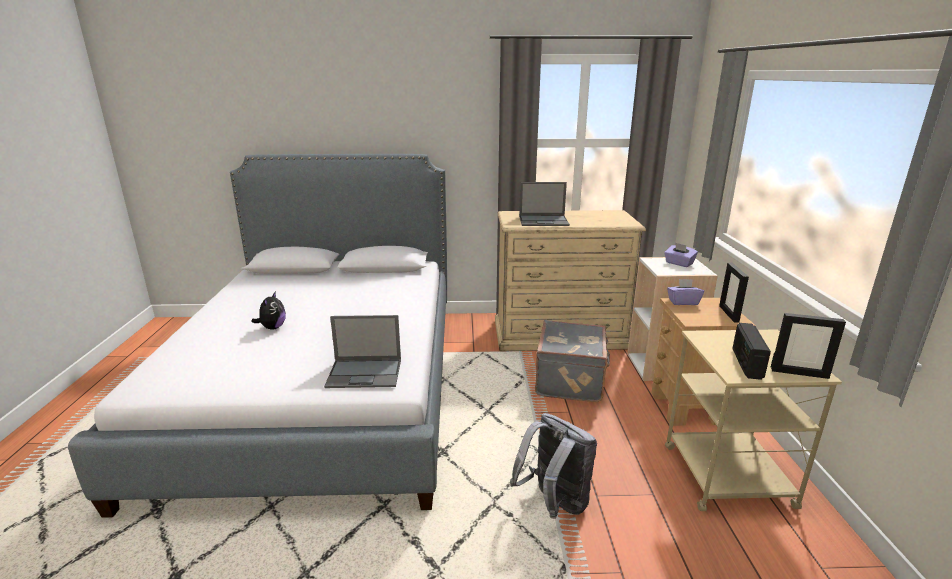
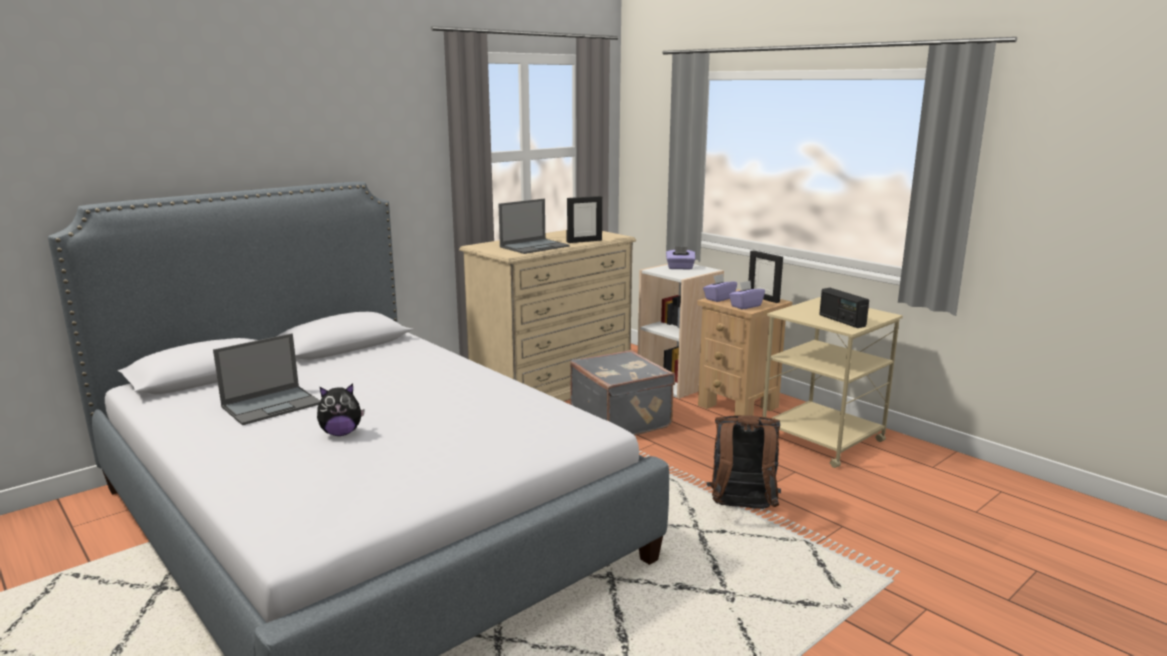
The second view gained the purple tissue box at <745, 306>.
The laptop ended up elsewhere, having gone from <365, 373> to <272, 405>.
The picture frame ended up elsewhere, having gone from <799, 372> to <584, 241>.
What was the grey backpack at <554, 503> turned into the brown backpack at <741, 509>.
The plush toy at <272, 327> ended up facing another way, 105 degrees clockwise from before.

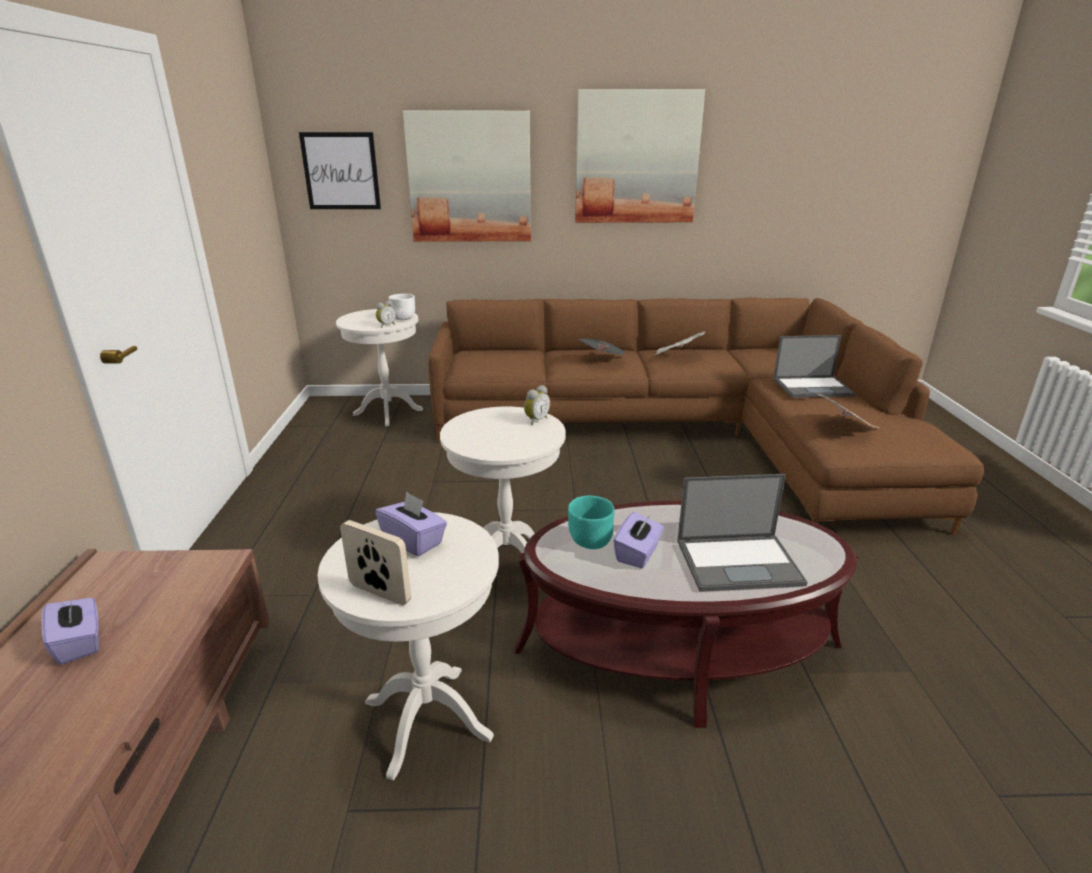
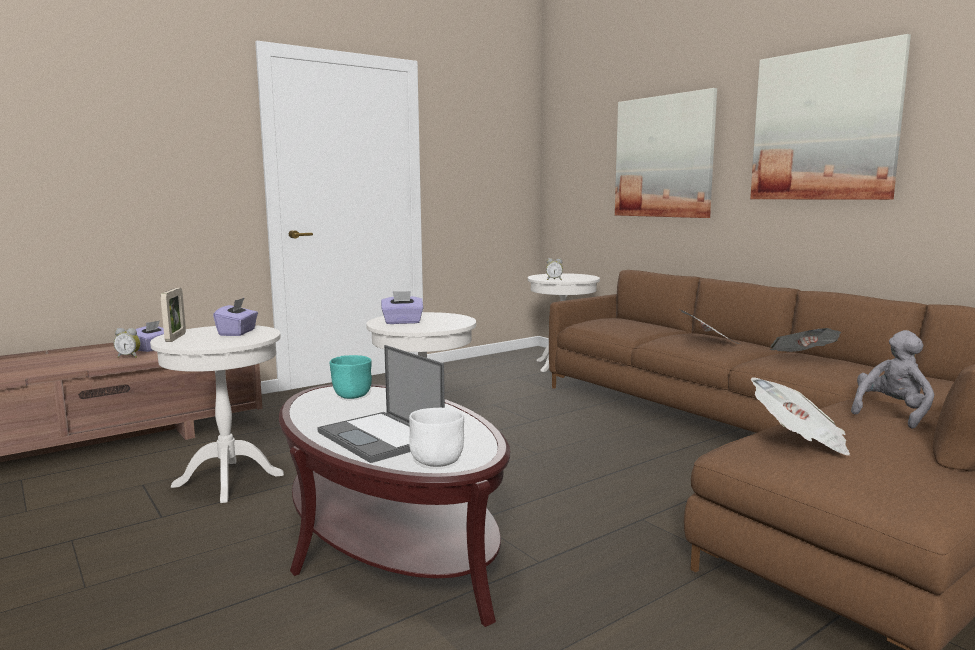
The second view lost the picture at <341, 171>.
The white bowl ended up elsewhere, having gone from <404, 319> to <437, 463>.
The alarm clock ended up elsewhere, having gone from <536, 420> to <129, 356>.
The purple tissue box ended up elsewhere, having gone from <638, 554> to <402, 322>.
Where the laptop stood at <813, 387>, the grey plush toy came to stand at <891, 413>.

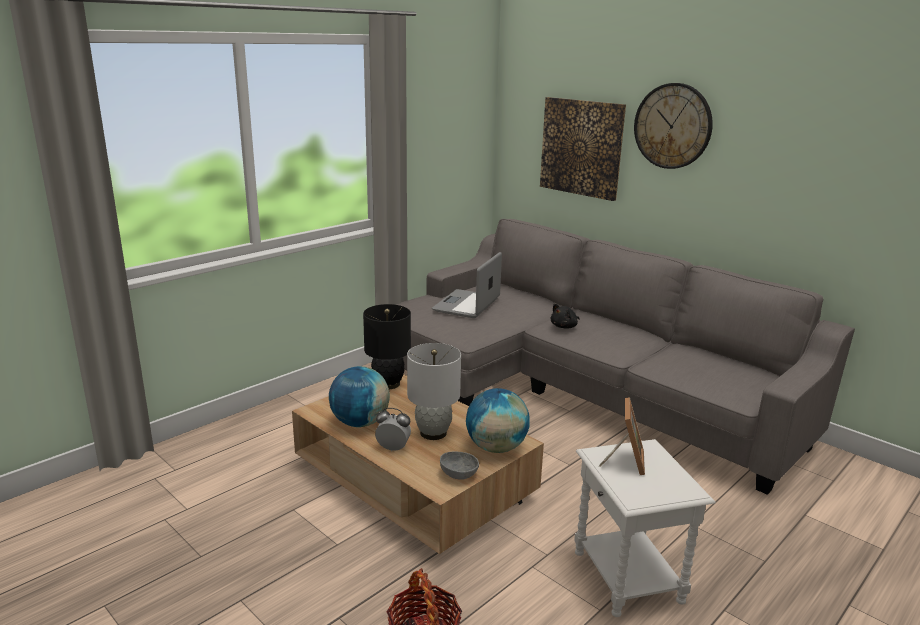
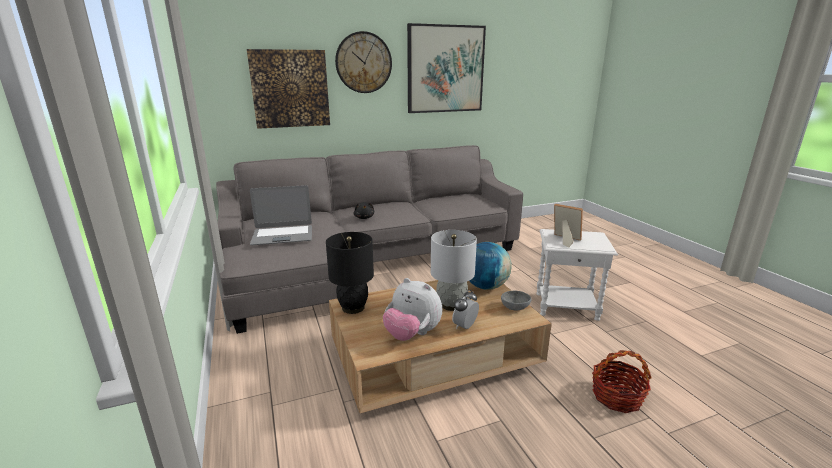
The second view gained the picture at <445, 69>.
Where the globe stood at <360, 423>, the plush toy came to stand at <412, 334>.
The laptop at <467, 305> ended up facing another way, 60 degrees counterclockwise from before.

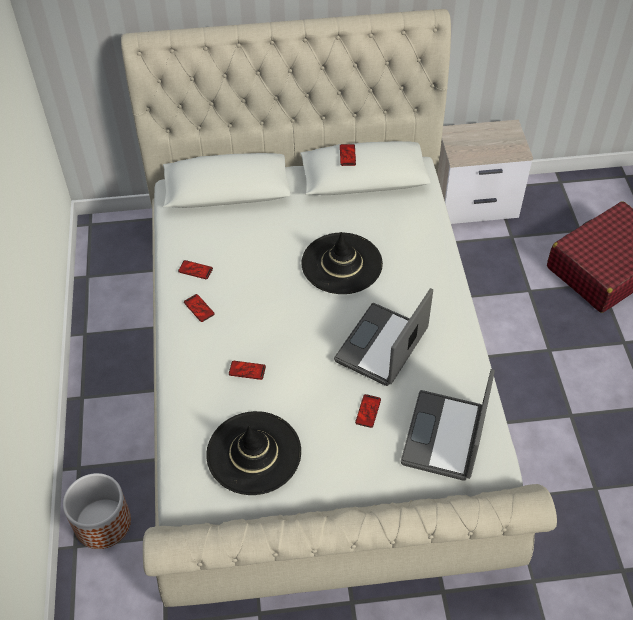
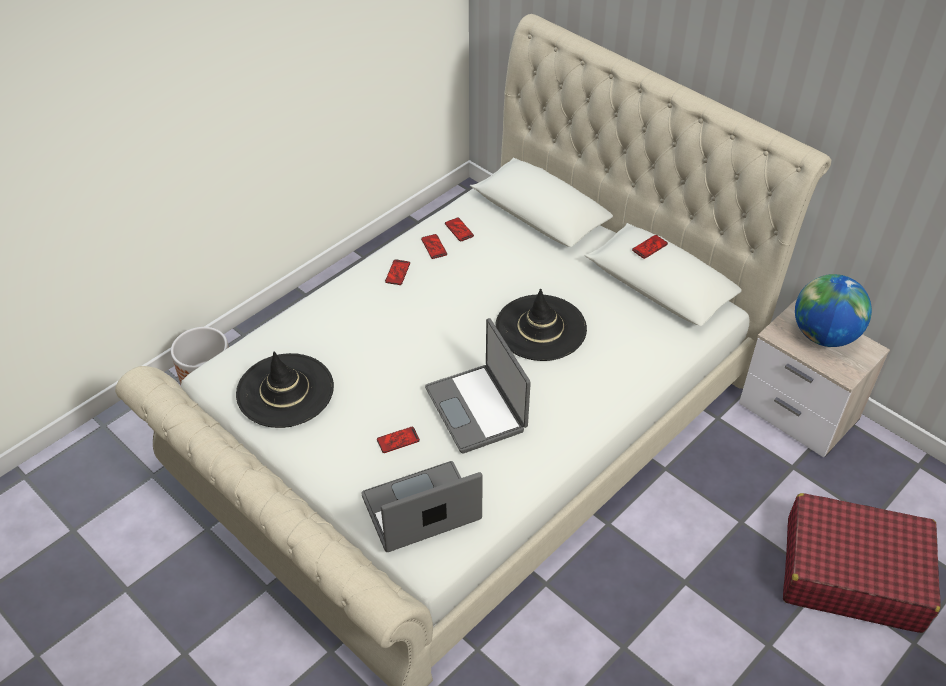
The second view gained the globe at <823, 335>.
The phone ended up elsewhere, having gone from <247, 370> to <459, 230>.
The laptop at <383, 346> ended up facing another way, 105 degrees counterclockwise from before.

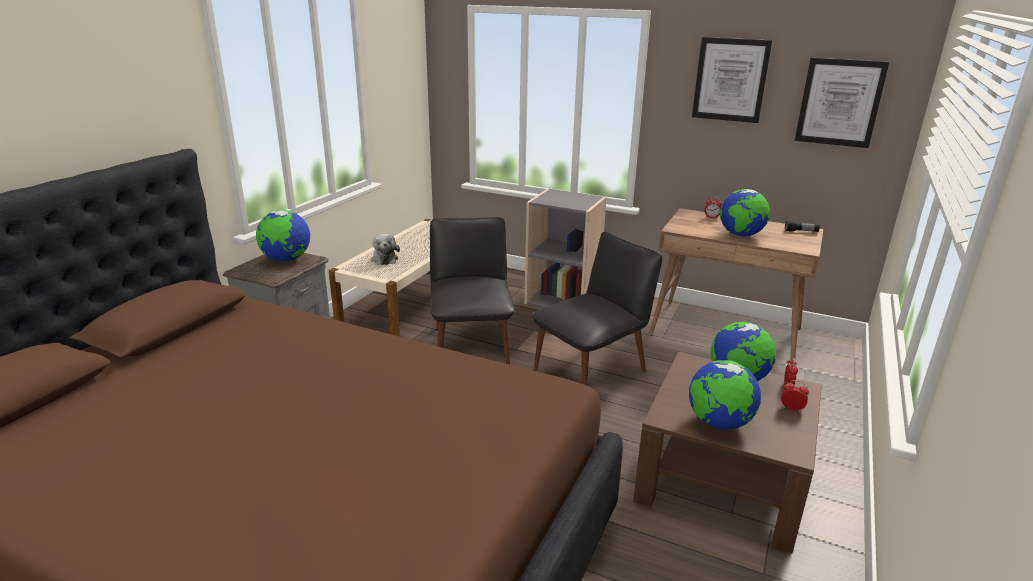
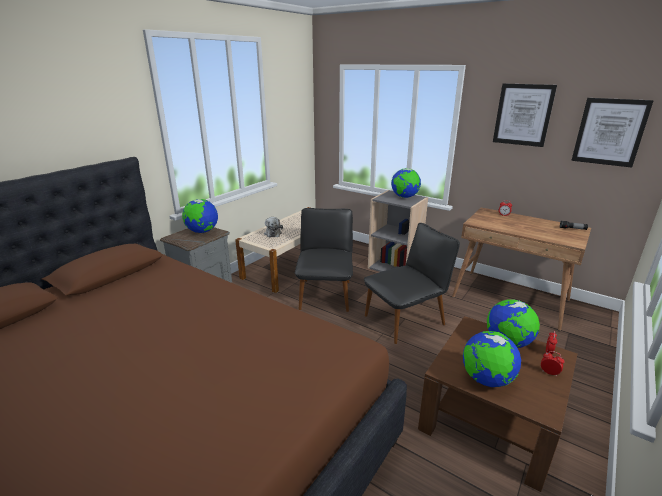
The globe ended up elsewhere, having gone from <740, 235> to <404, 197>.

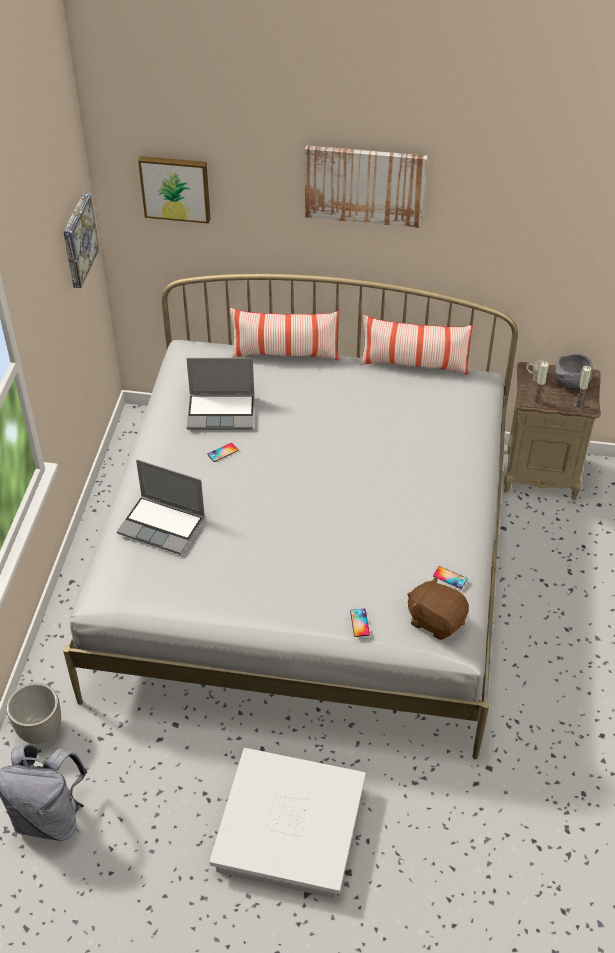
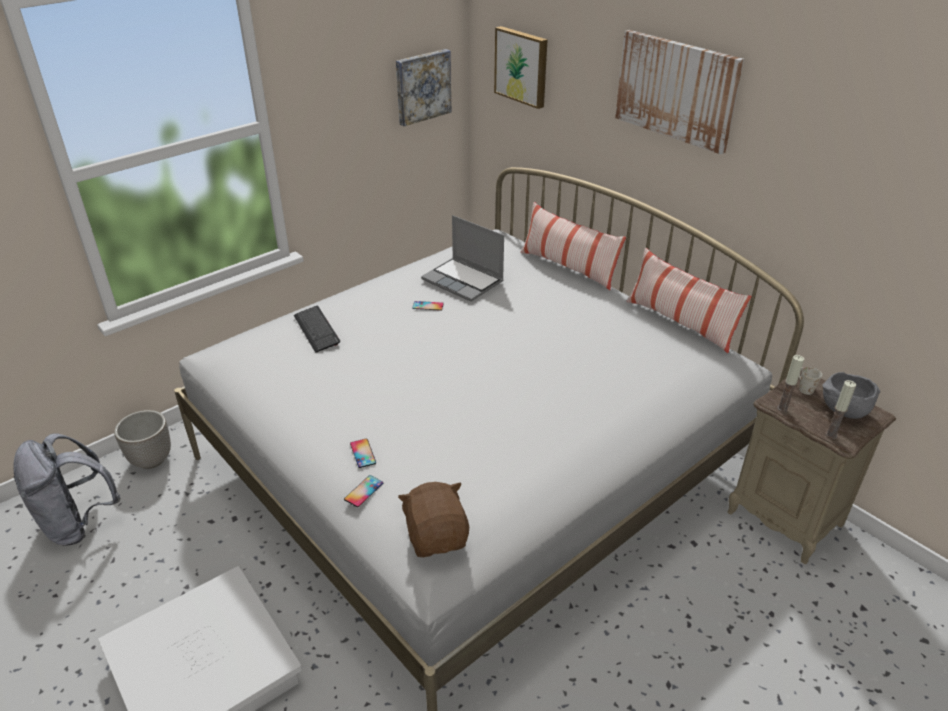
The phone ended up elsewhere, having gone from <450, 577> to <363, 453>.
Where the laptop stood at <163, 525>, the keyboard came to stand at <316, 330>.

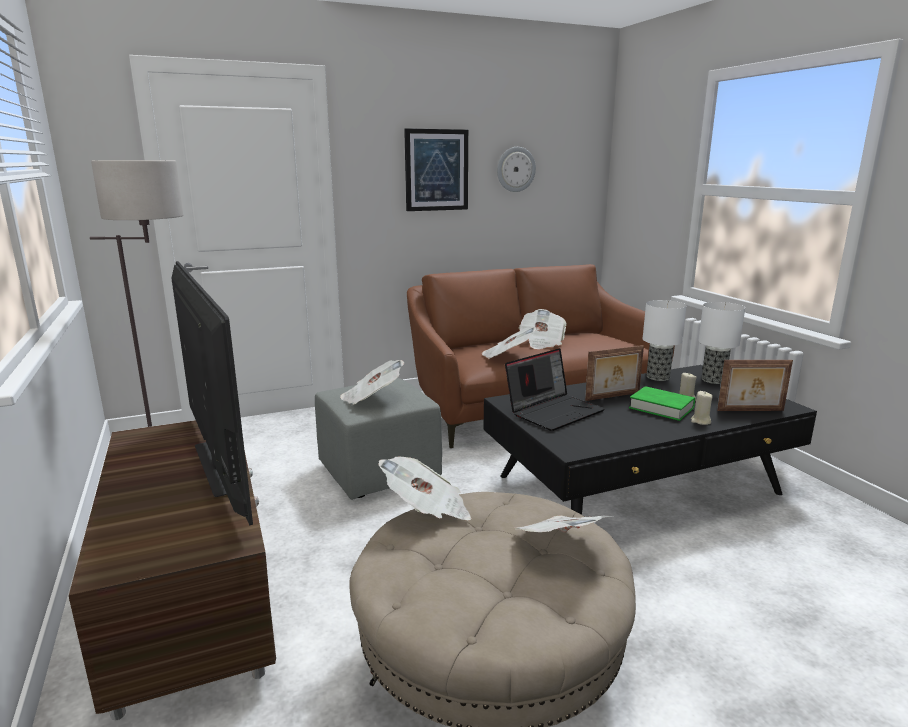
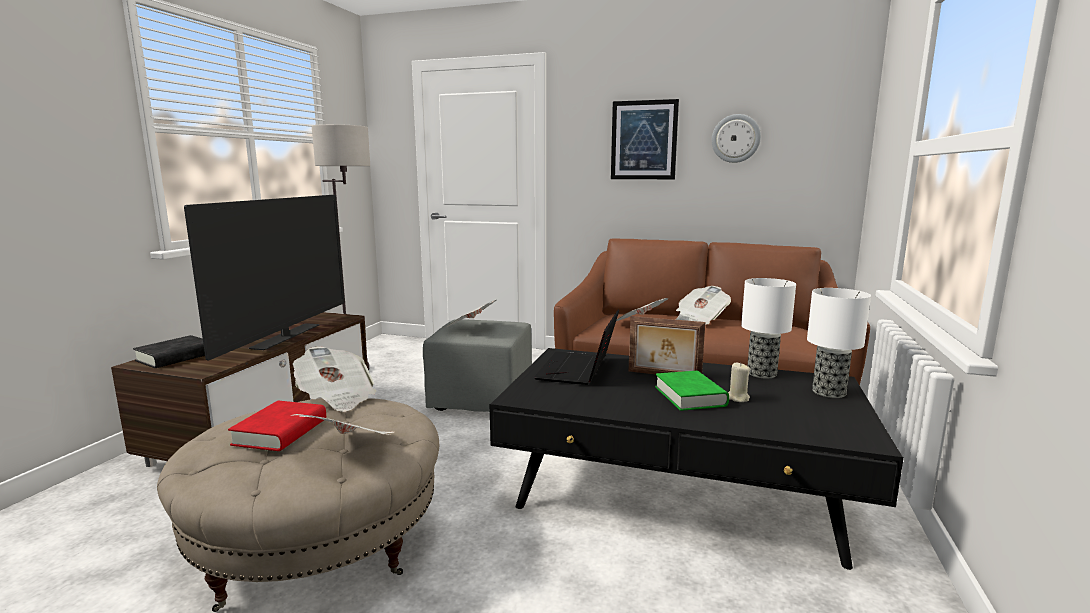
The second view lost the beige candle at <700, 421>.
The second view lost the picture frame at <751, 411>.
The second view gained the black book at <175, 357>.
The second view gained the red book at <280, 432>.
The laptop at <554, 411> ended up facing another way, 105 degrees clockwise from before.

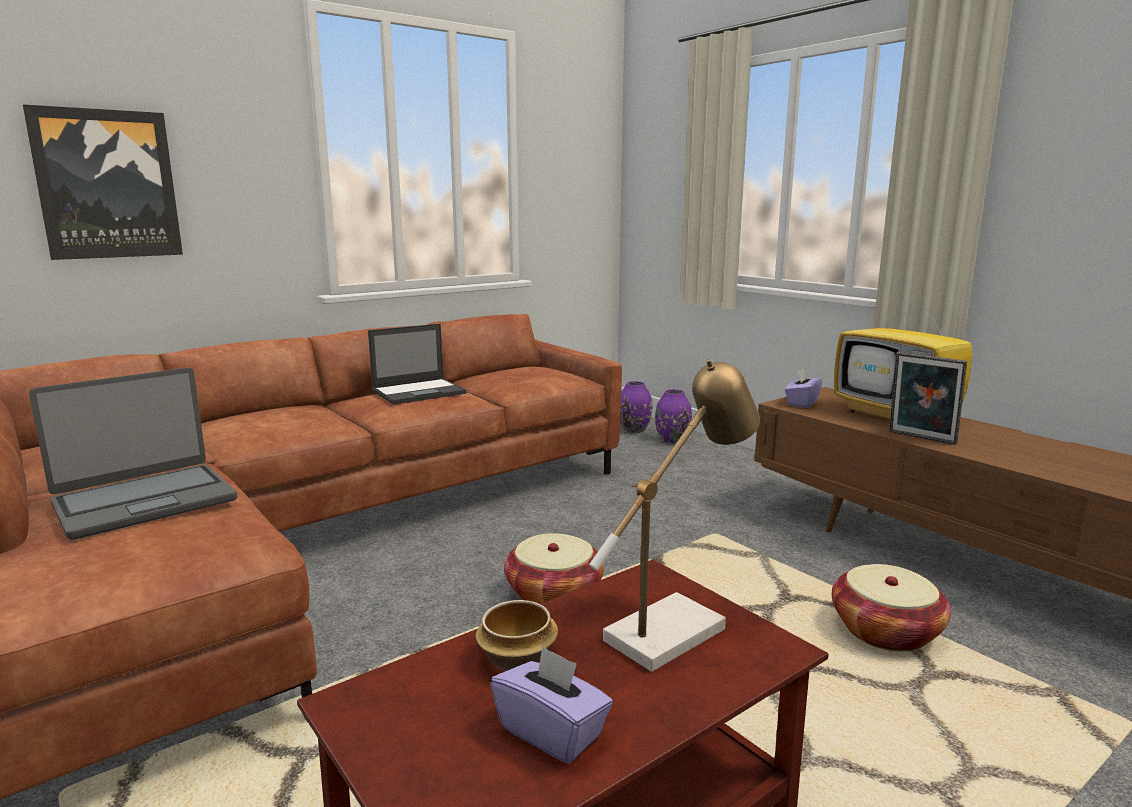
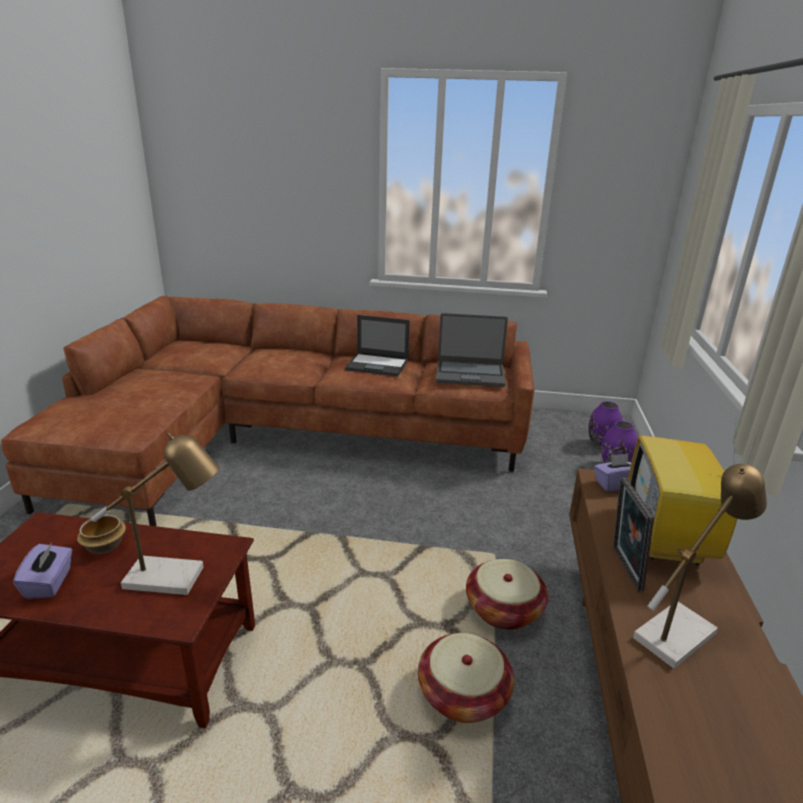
The second view lost the picture at <107, 185>.
The second view gained the table lamp at <679, 630>.
The laptop ended up elsewhere, having gone from <145, 501> to <470, 374>.
The basket ended up elsewhere, having gone from <554, 594> to <503, 610>.

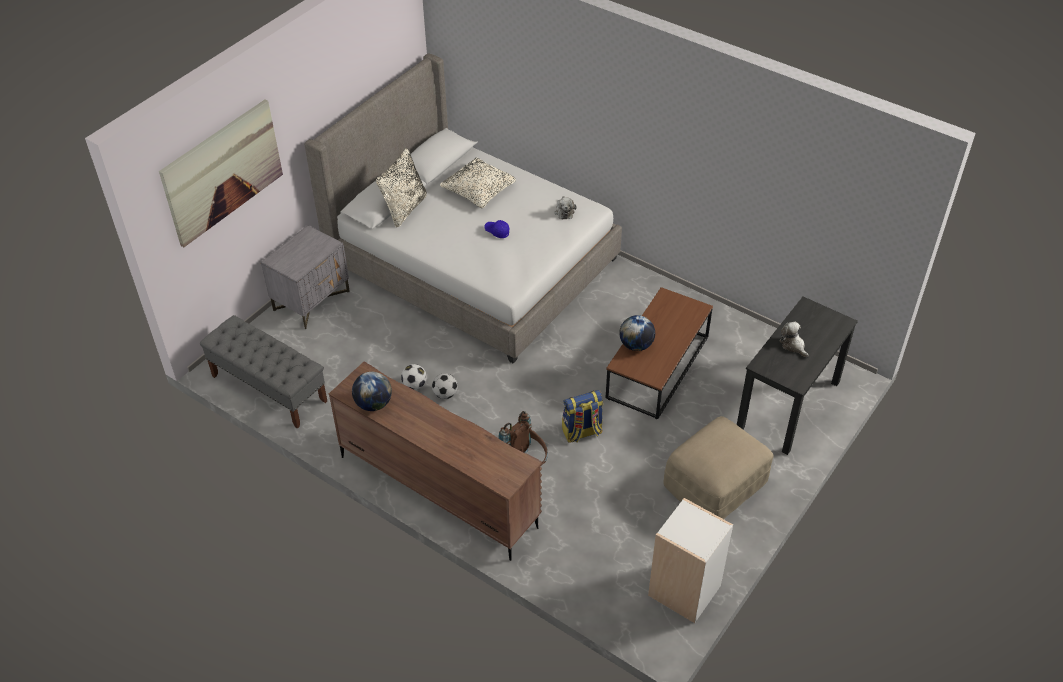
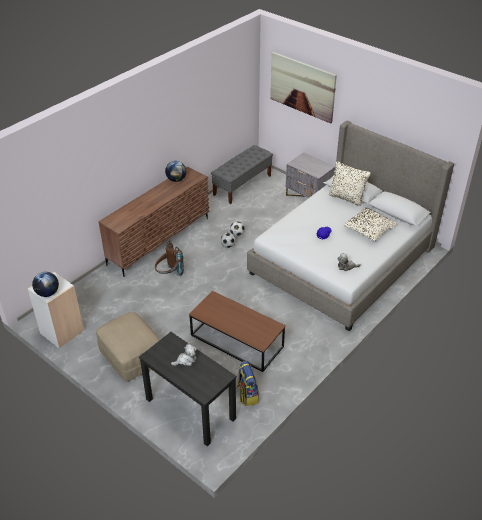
The backpack ended up elsewhere, having gone from <582, 432> to <247, 395>.
The globe ended up elsewhere, having gone from <636, 345> to <47, 293>.

